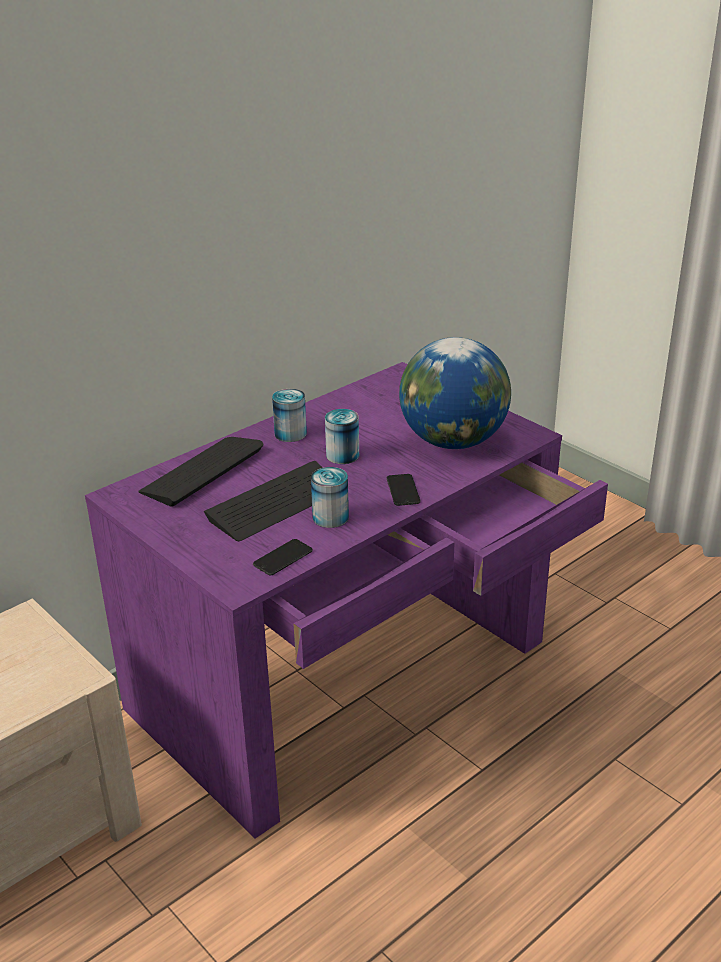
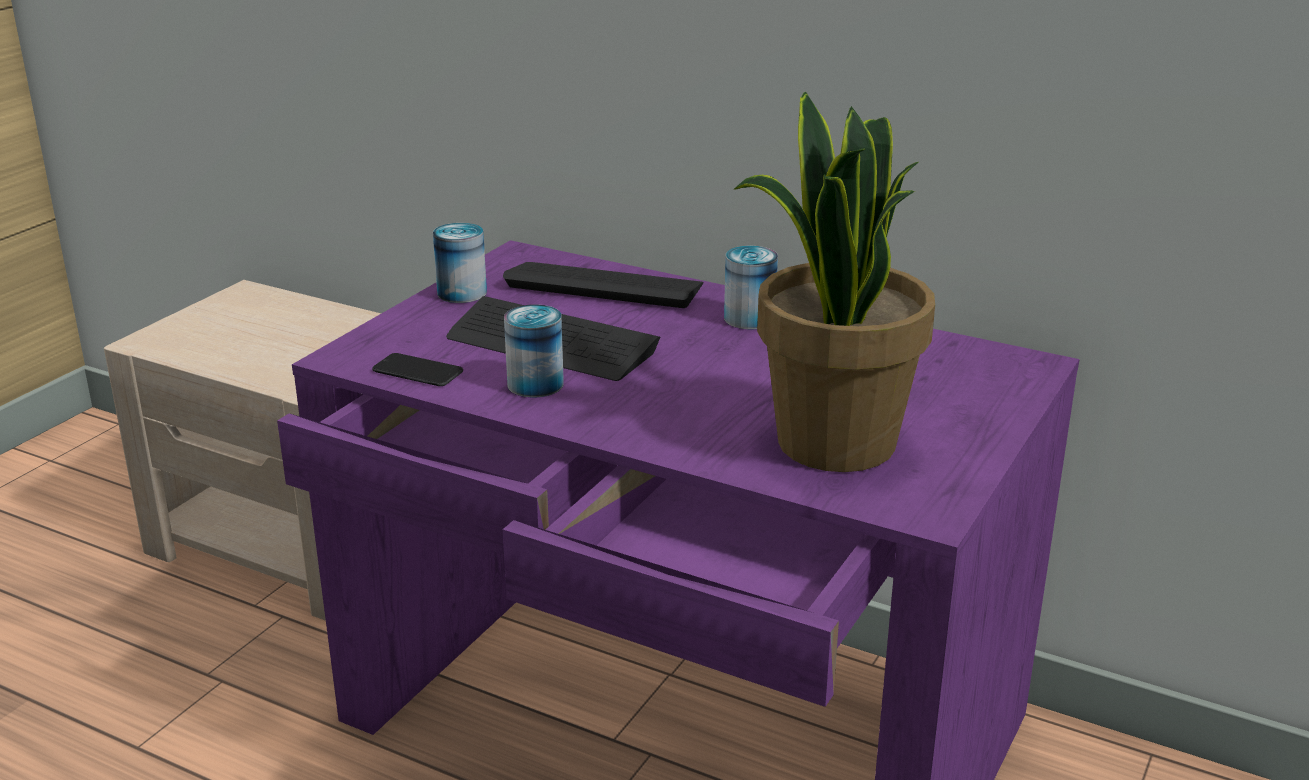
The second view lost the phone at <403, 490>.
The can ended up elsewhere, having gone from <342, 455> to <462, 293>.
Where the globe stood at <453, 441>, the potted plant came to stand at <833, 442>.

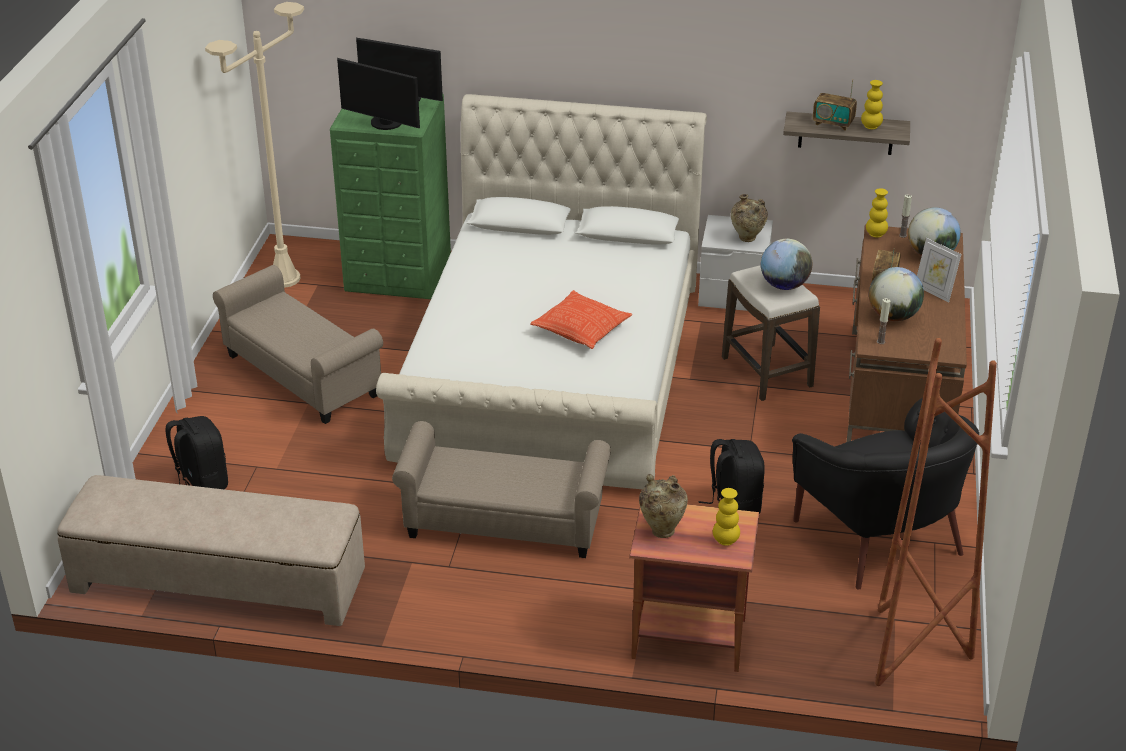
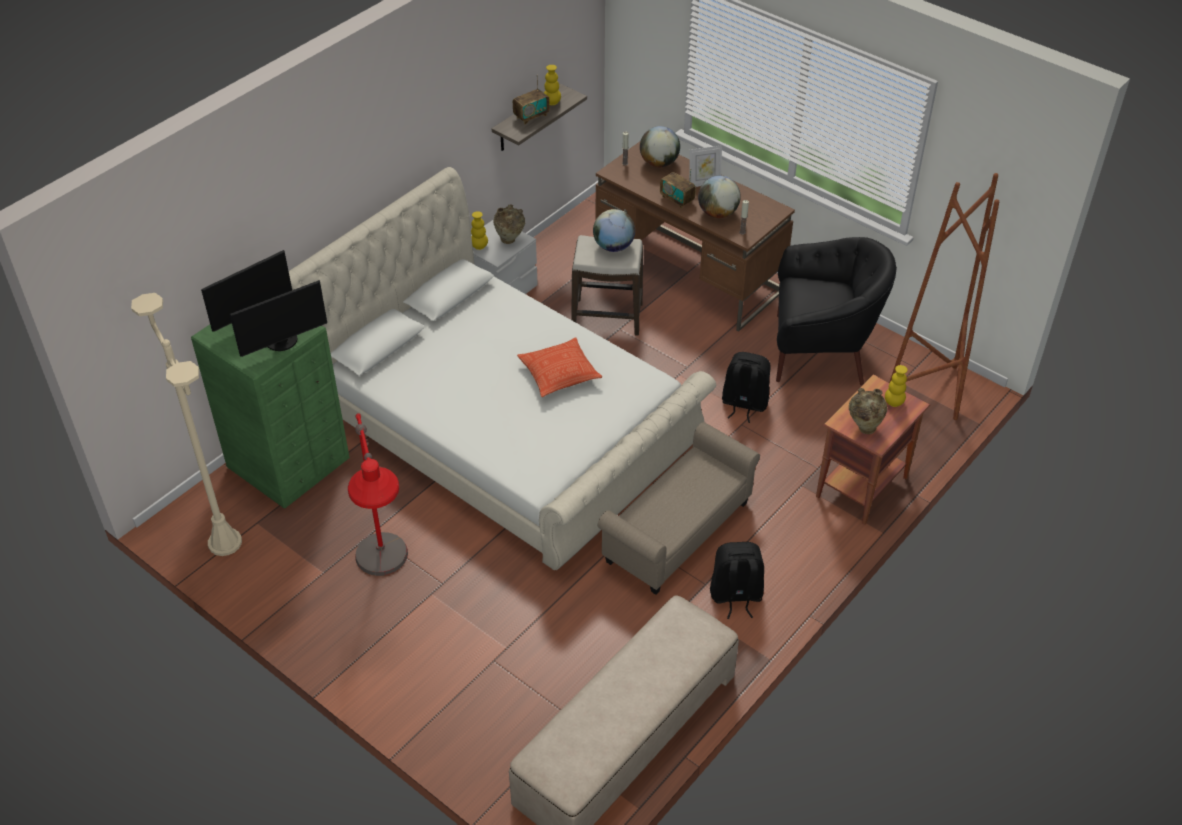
The black backpack ended up elsewhere, having gone from <201, 484> to <735, 596>.
The yellow vase ended up elsewhere, having gone from <875, 234> to <479, 246>.
Where the beige ottoman stood at <302, 375>, the red floor lamp came to stand at <387, 583>.

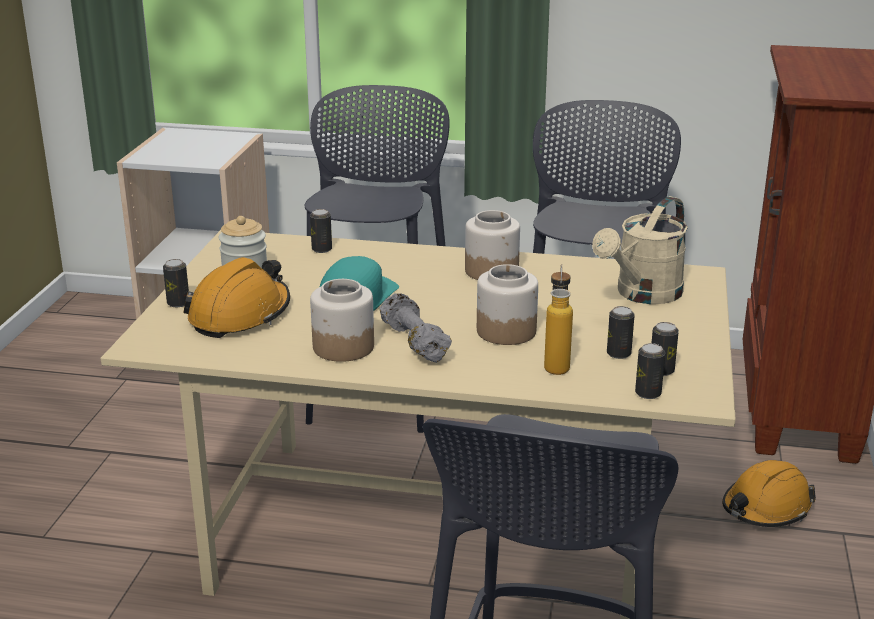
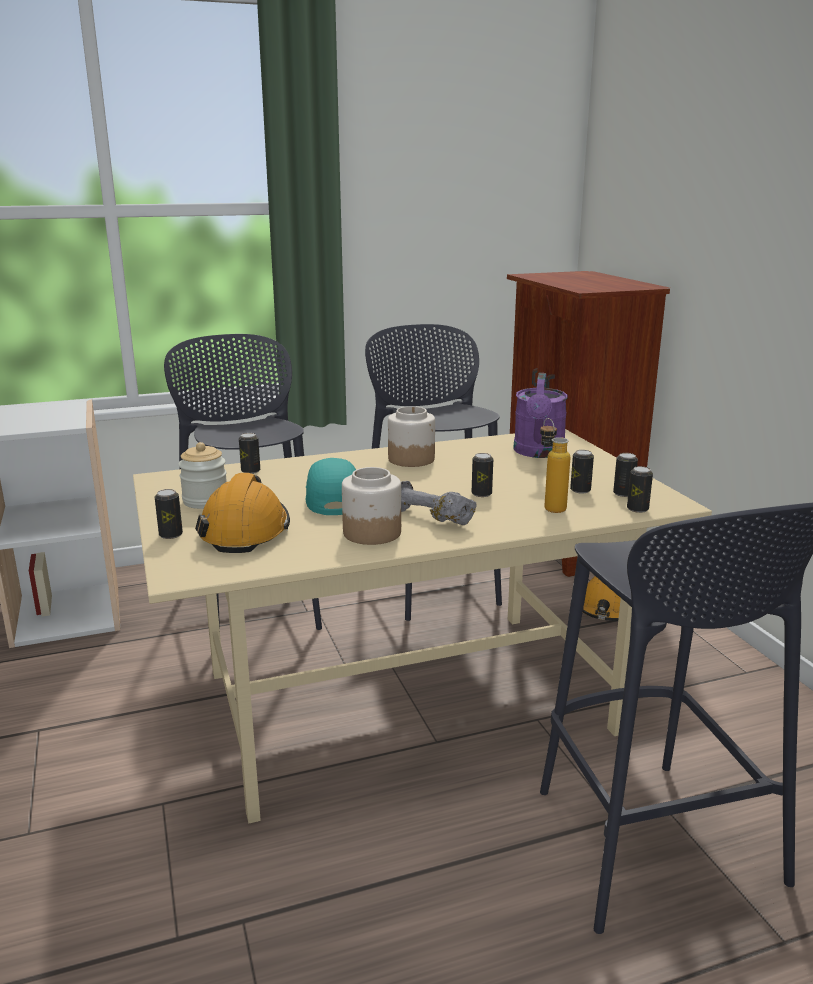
Where the jar stood at <506, 331>, the can came to stand at <481, 494>.
What was the beige watering can at <642, 295> turned into the purple watering can at <539, 453>.

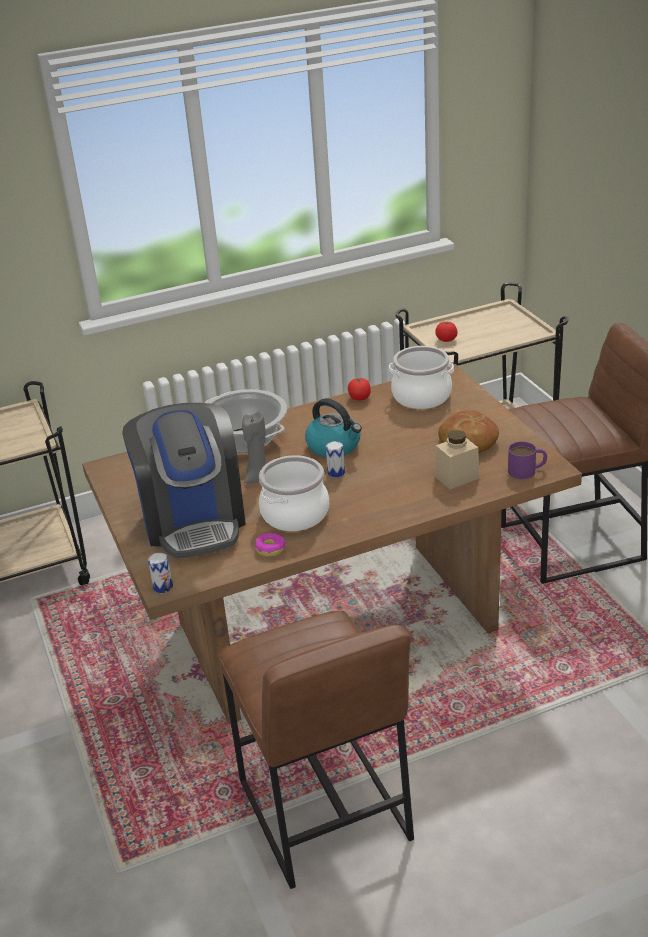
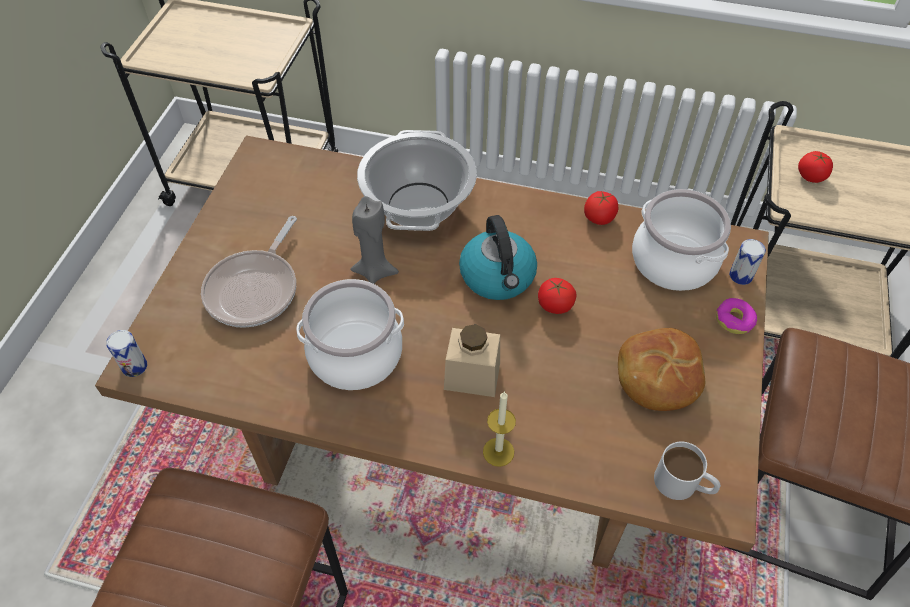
The second view gained the candle at <498, 452>.
The second view gained the tomato at <555, 305>.
The donut ended up elsewhere, having gone from <270, 549> to <734, 320>.
The can ended up elsewhere, having gone from <336, 473> to <741, 276>.
The beige jar ended up elsewhere, having gone from <456, 477> to <472, 376>.
Where the coffee machine stood at <193, 520>, the frying pan came to stand at <255, 289>.
What was the purple mug at <527, 470> turned into the white mug at <684, 484>.

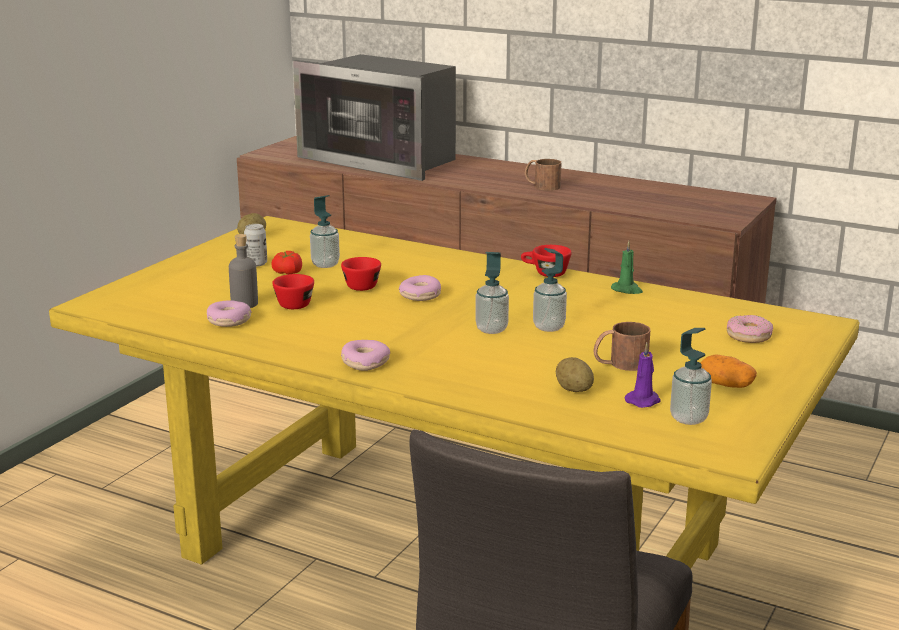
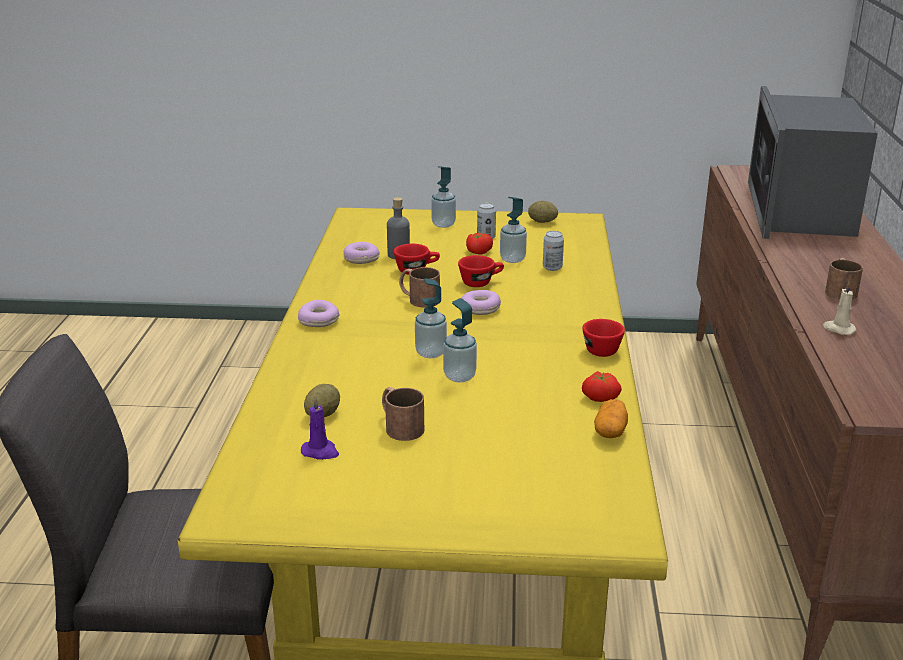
The second view lost the donut at <748, 336>.
The second view gained the brown mug at <418, 299>.
The second view gained the can at <552, 267>.
The second view gained the beige candle at <838, 329>.
The soap dispenser ended up elsewhere, having gone from <688, 418> to <443, 224>.
The potato ended up elsewhere, having gone from <726, 385> to <610, 431>.
Where the green candle stood at <627, 290>, the tomato came to stand at <600, 397>.

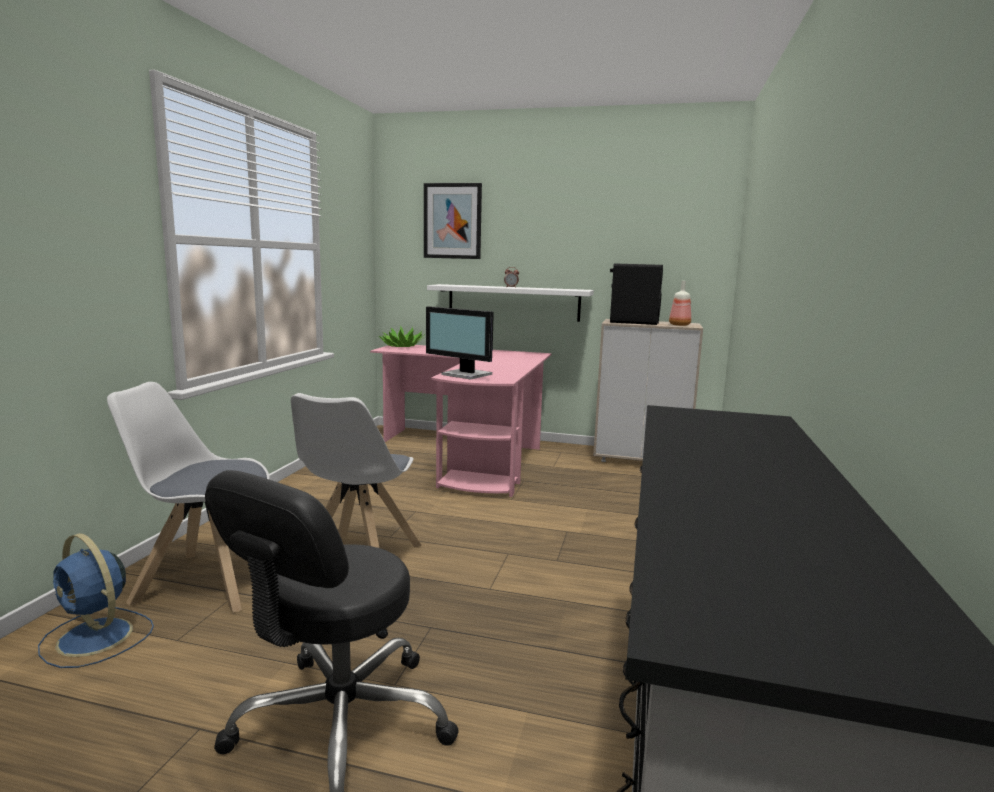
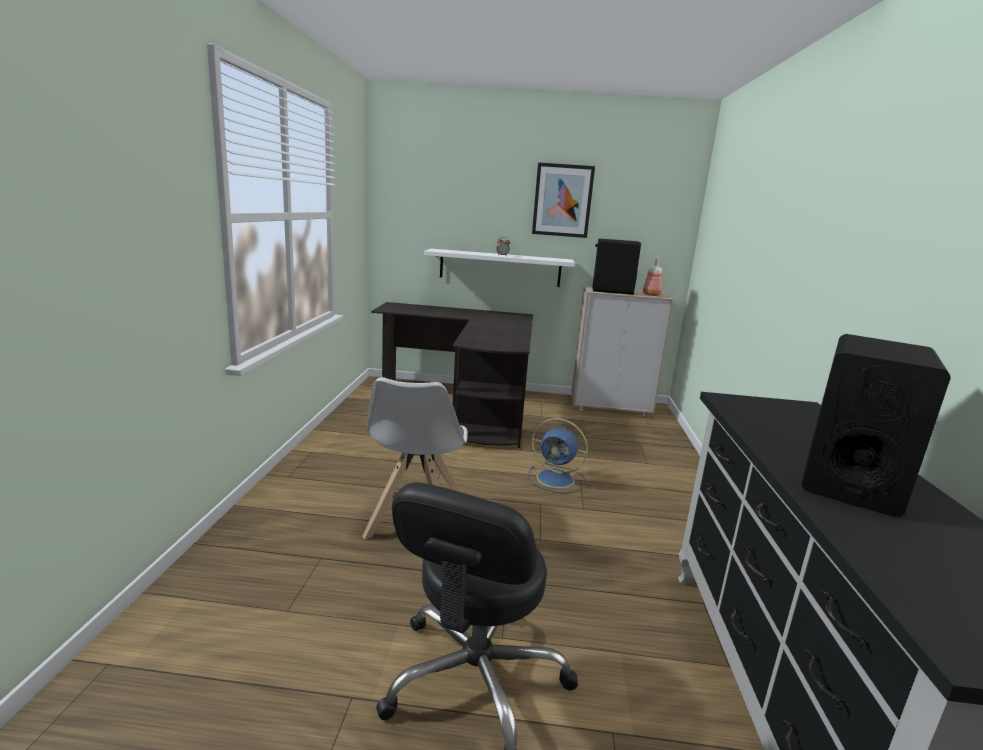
The second view lost the chair at <206, 580>.
The second view lost the potted plant at <401, 346>.
The second view lost the monitor at <466, 375>.
The second view gained the black speaker at <850, 481>.
The blue fan ended up elsewhere, having gone from <96, 638> to <557, 479>.
The picture ended up elsewhere, having gone from <452, 221> to <562, 200>.
What was the pink desk at <471, 454> turned into the black desk at <466, 406>.

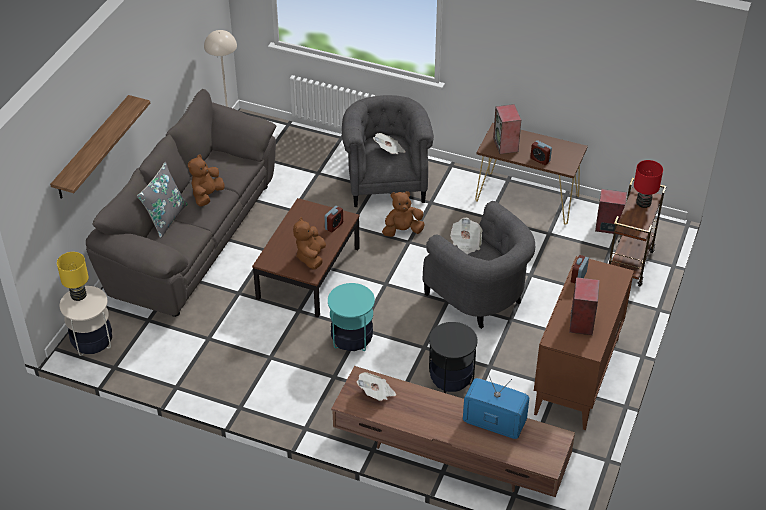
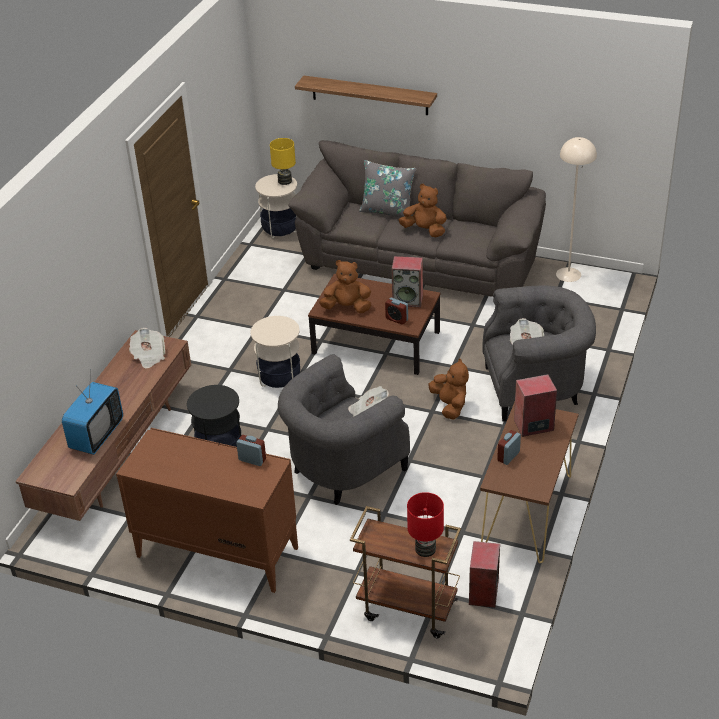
The speaker ended up elsewhere, having gone from <581, 322> to <408, 300>.
What was the turquoise side table at <352, 340> turned into the beige side table at <279, 378>.

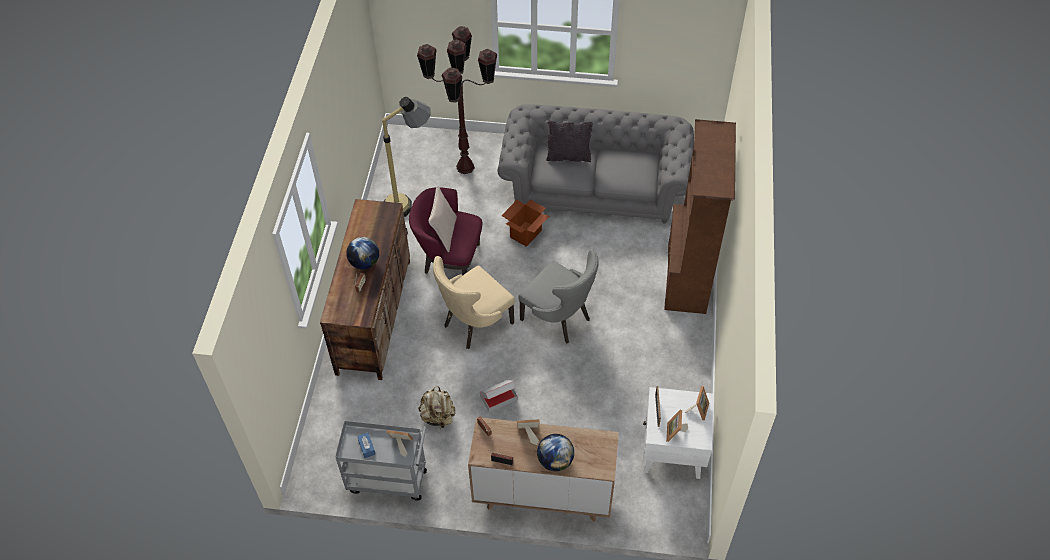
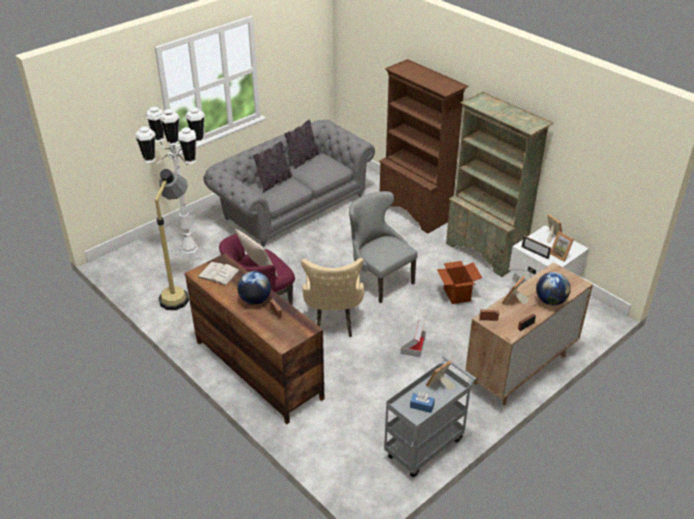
The second view lost the beige backpack at <438, 417>.
The second view gained the white book at <218, 274>.
The second view gained the black pillow at <303, 159>.
The second view gained the green bookcase at <485, 252>.
The cardboard box ended up elsewhere, having gone from <525, 234> to <456, 294>.
What was the brown floor lamp at <465, 167> turned into the white floor lamp at <189, 248>.
The grey chair at <559, 318> ended up facing another way, 120 degrees counterclockwise from before.

